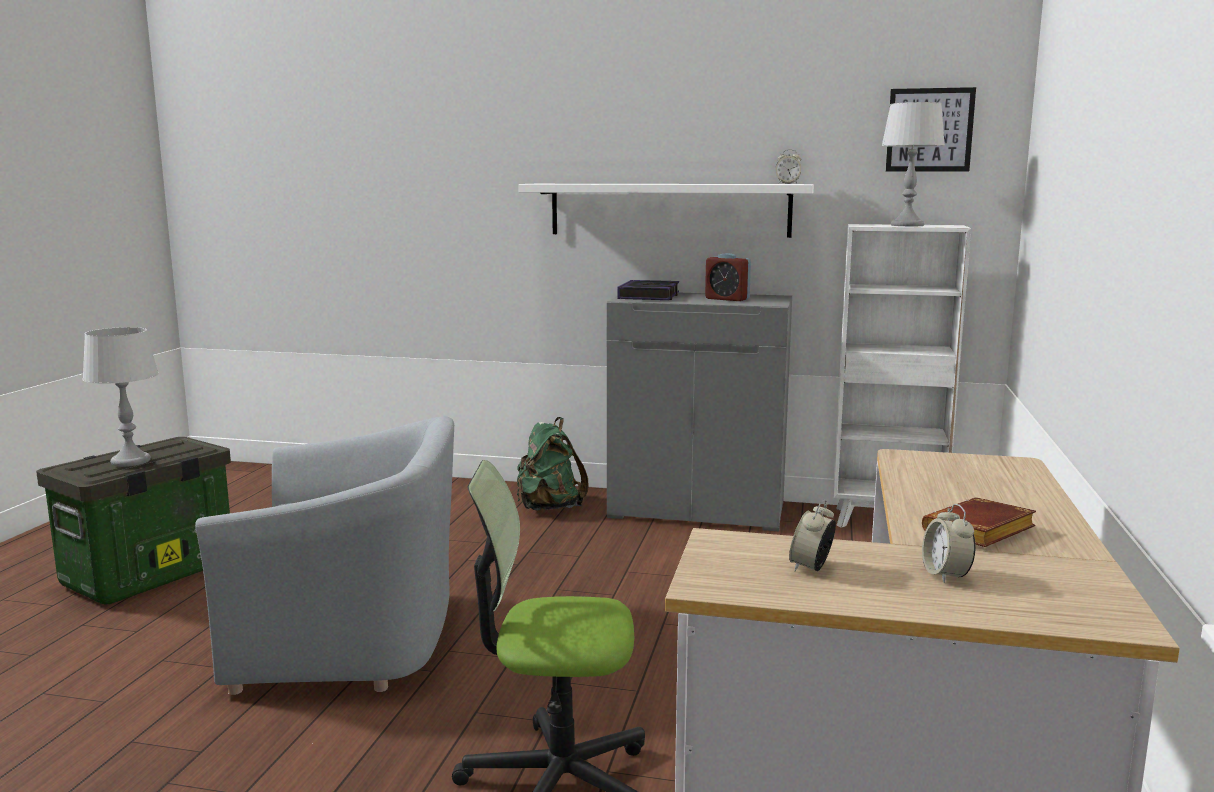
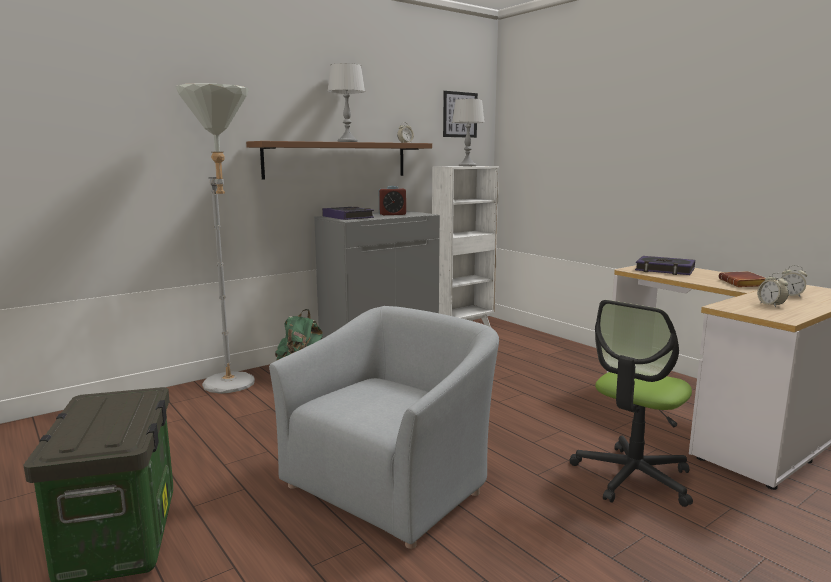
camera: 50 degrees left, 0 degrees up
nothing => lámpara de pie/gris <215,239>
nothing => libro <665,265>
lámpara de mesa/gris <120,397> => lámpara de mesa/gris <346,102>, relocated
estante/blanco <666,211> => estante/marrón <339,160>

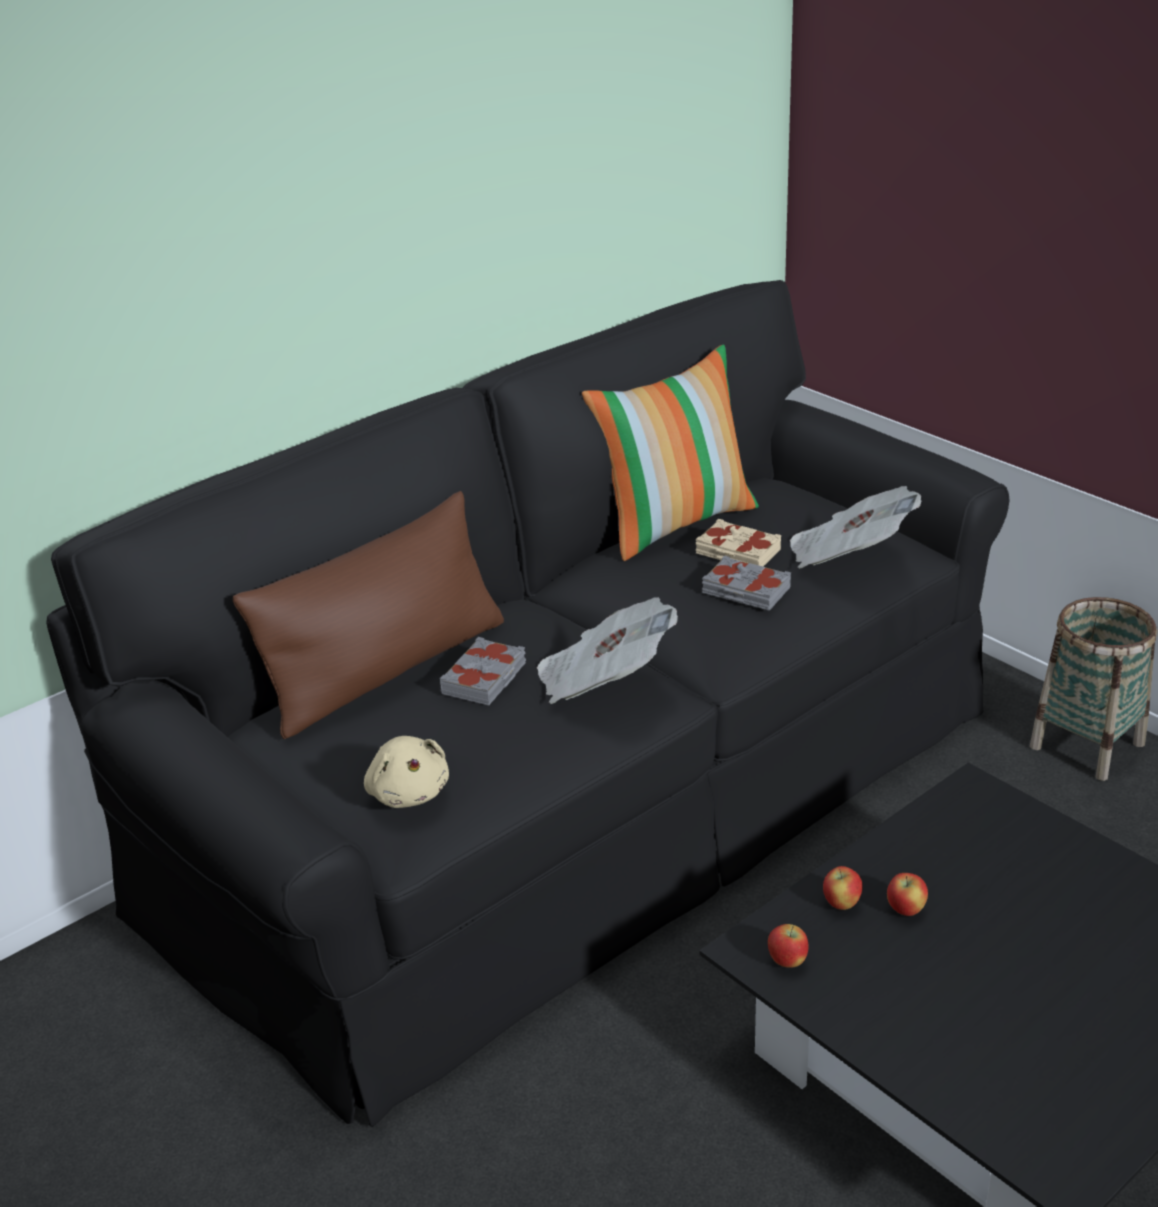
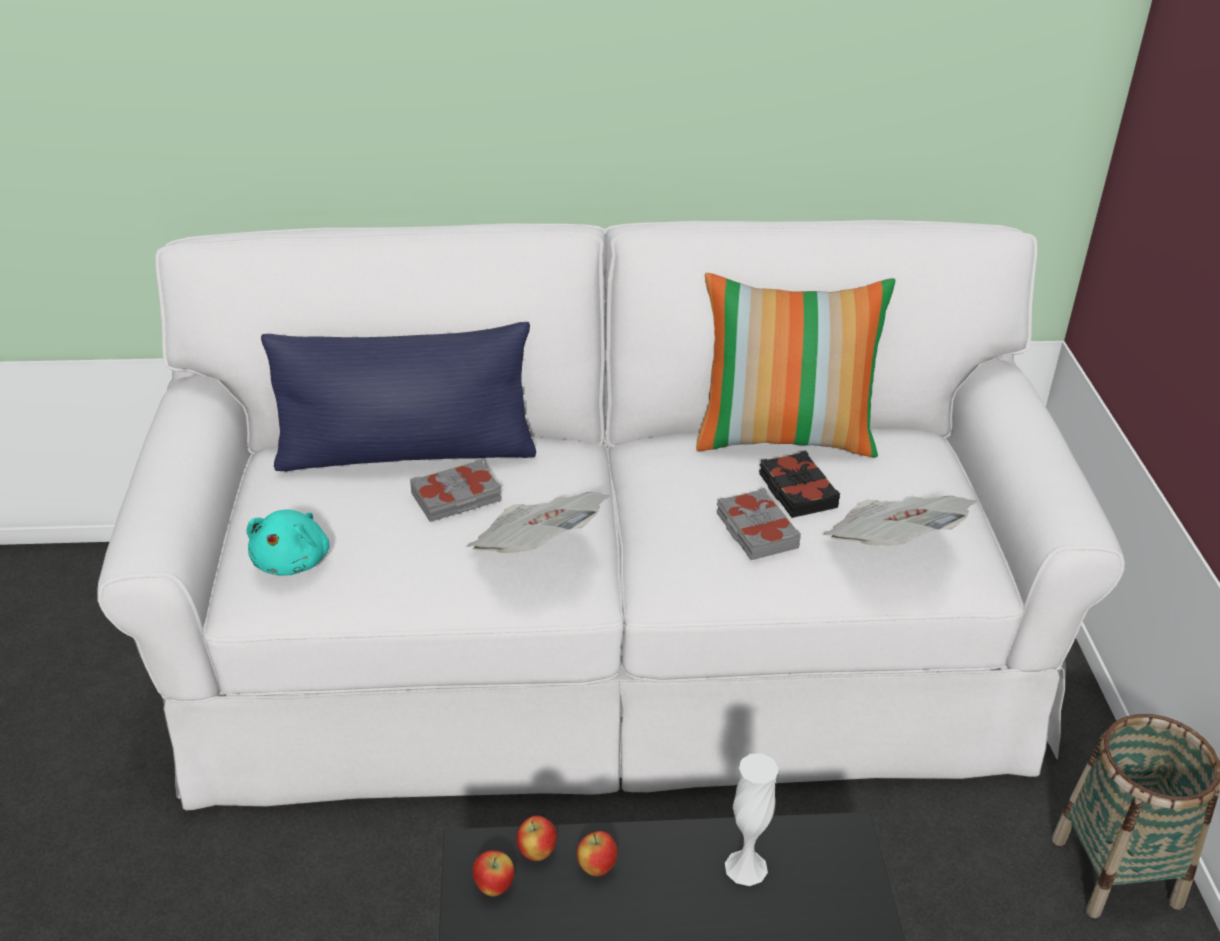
camera: 35 degrees right, 5 degrees up
nothing => florero/blanco <752,820>
manzana <907,894> => manzana <536,838>, relocated
sofá/negro <528,703> => sofá/blanco <611,515>
cojín/marrón <368,615> => cojín/azul <398,396>
peluche/beis <406,772> => peluche/turquesa <288,542>
libro/beis <738,542> => libro/negro <799,484>

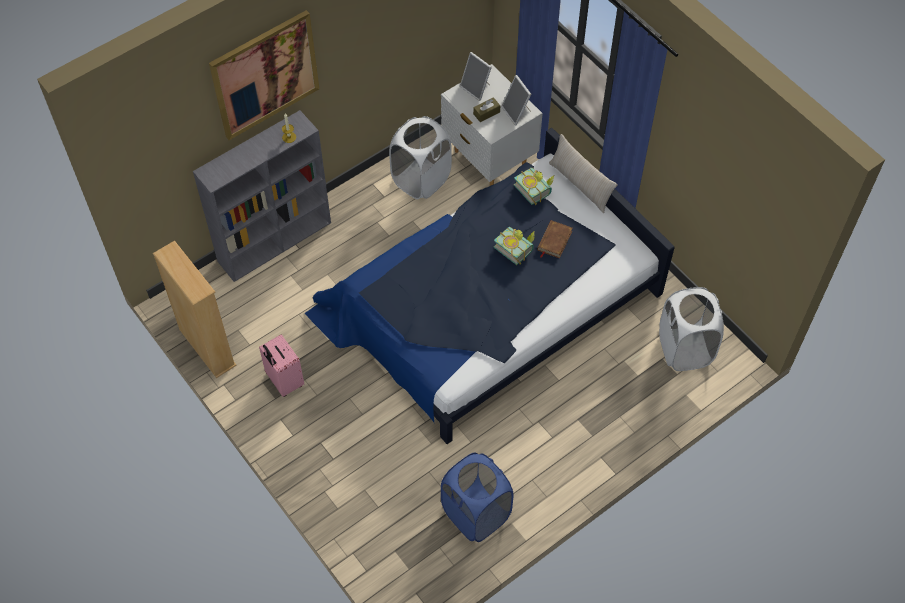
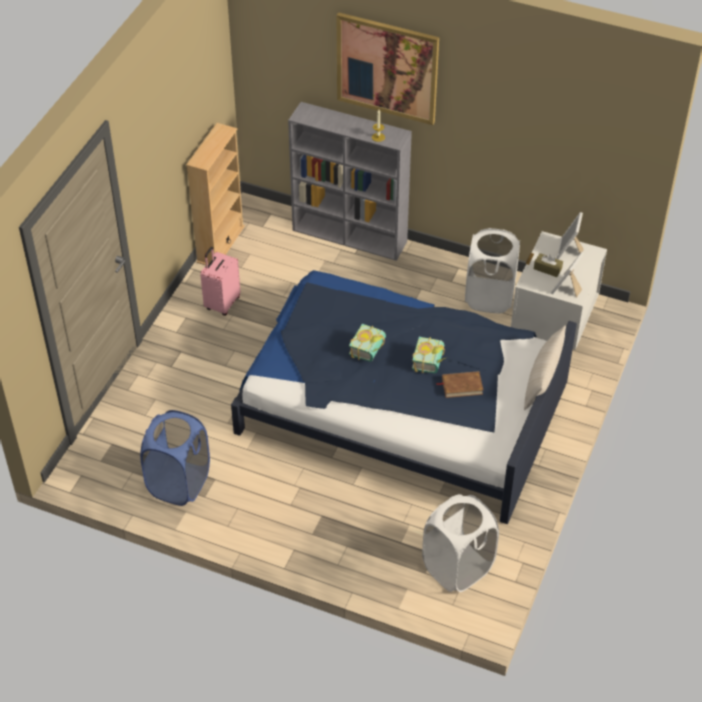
camera: 60 degrees right, 10 degrees down
libro <534,186> => libro <367,343>, relocated

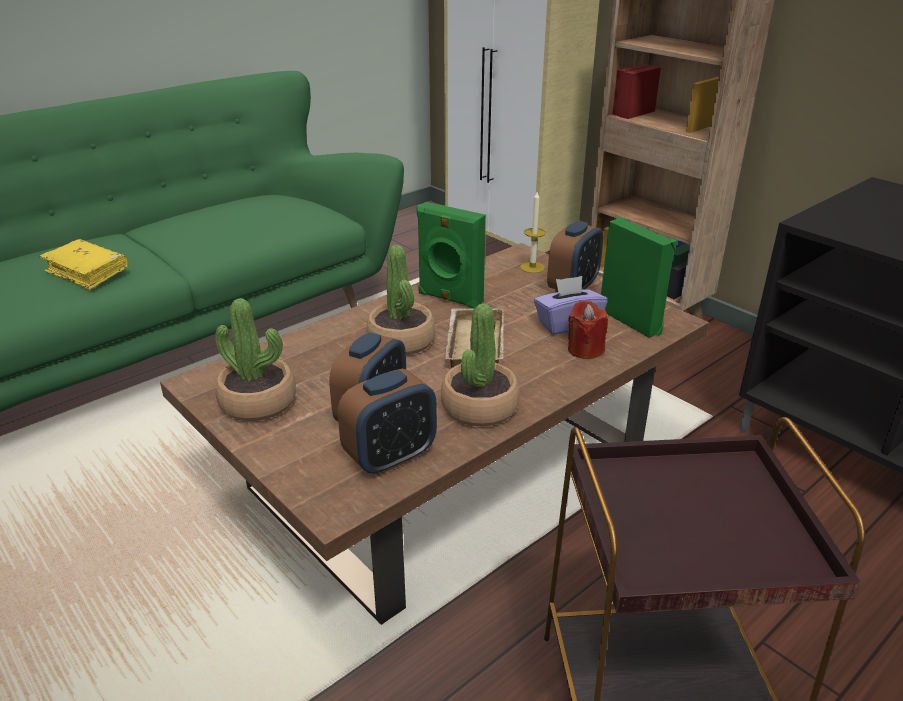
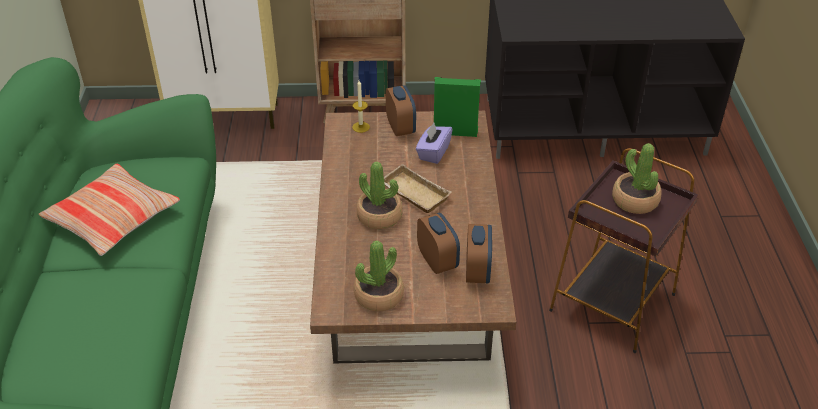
camera: 50 degrees left, 10 degrees up
libro/amarillo <84,264> => nothing
altavoz/verde <451,255> => nothing
vela/rojo <588,330> => nothing
nothing => cojín <109,210>
planta en maceta <480,365> => planta en maceta <637,178>, relocated

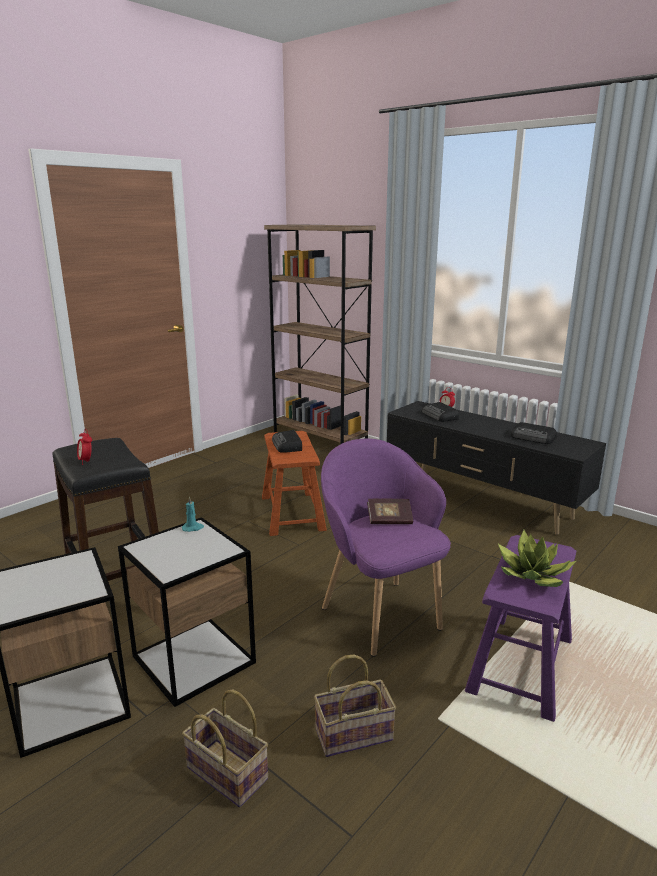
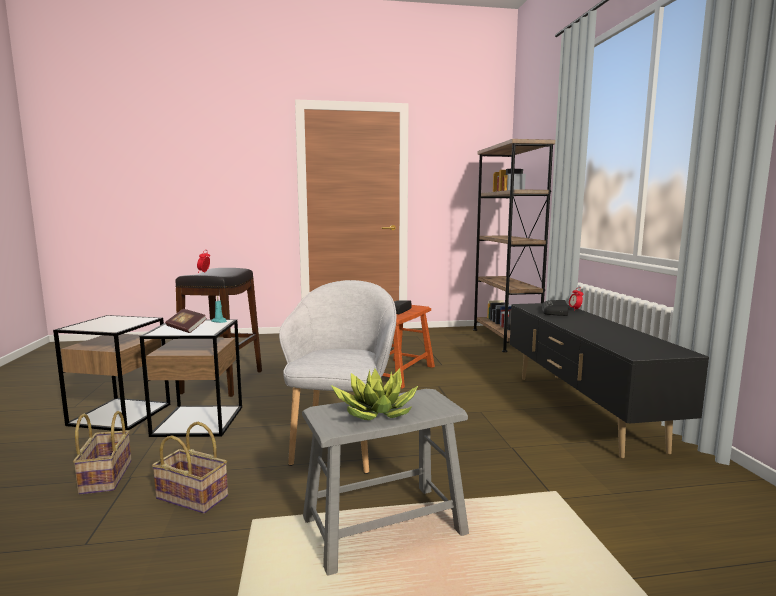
camera: 40 degrees right, 10 degrees down
radio <533,433> => nothing
libro <390,511> => libro <186,321>, relocated
sillón/morado <386,548> => sillón/gris <338,377>
taburete/morado <520,628> => taburete/gris <385,482>

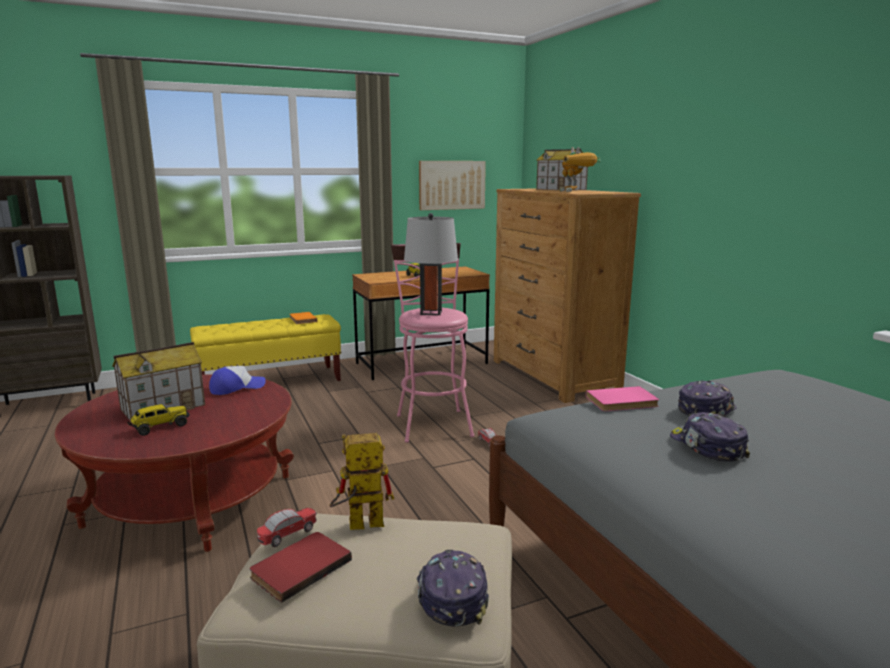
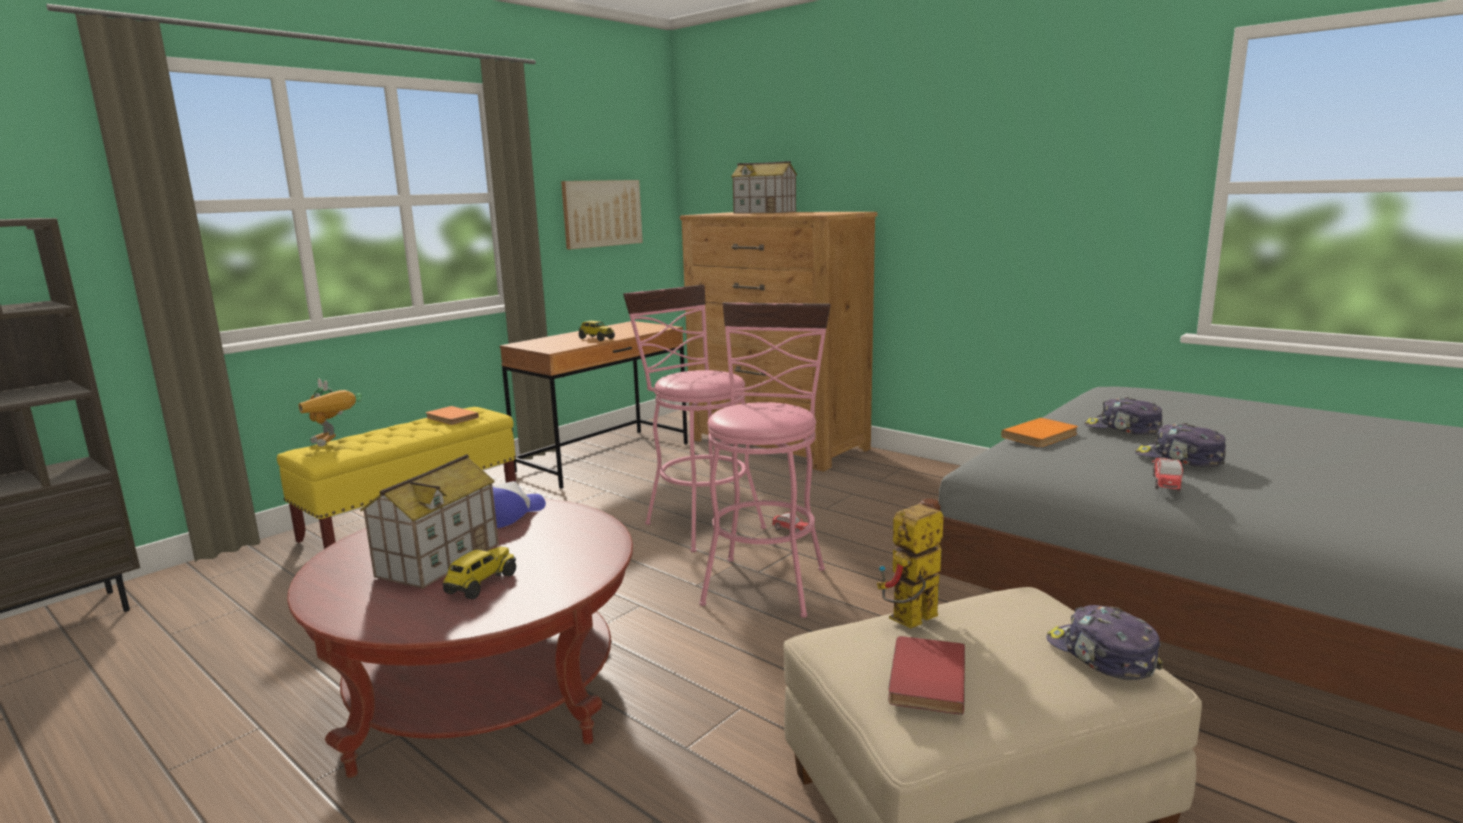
camera: 25 degrees left, 0 degrees up
lámpara de mesa/gris <431,264> => nothing
nothing => taburete/rosa <765,460>
coche de juguete <287,527> => coche de juguete <1167,474>, relocated
robot de juguete <580,169> => robot de juguete <330,413>, relocated
libro/rosa <622,398> => libro/naranja <1040,432>
gorra <707,398> => gorra <1123,416>, 75 degrees counterclockwise

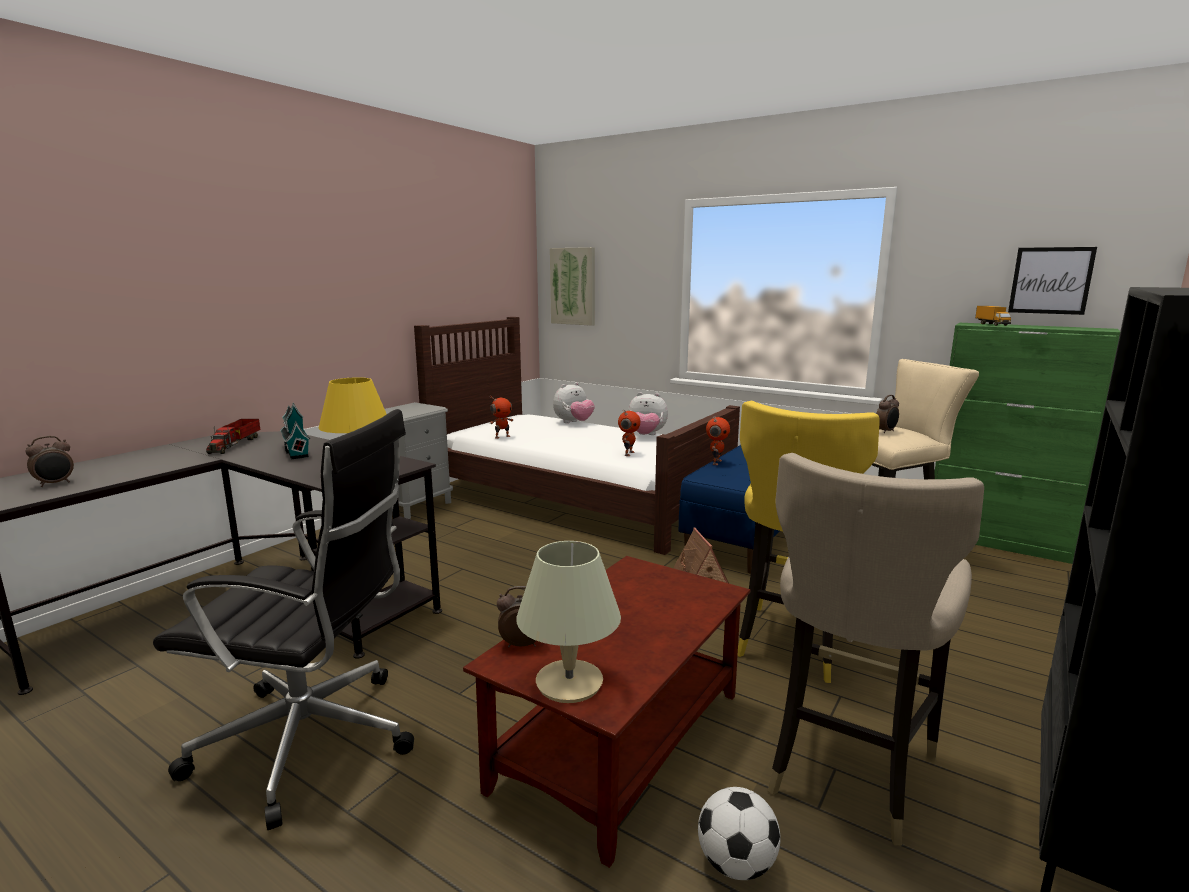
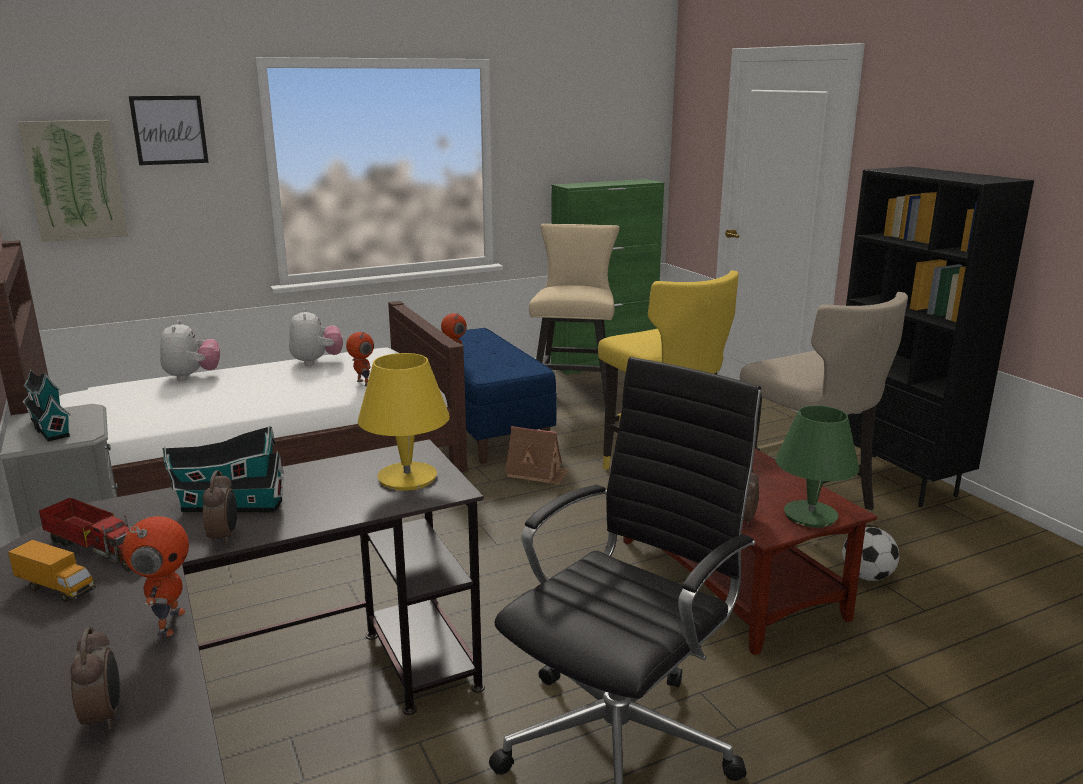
camera: 60 degrees left, 5 degrees up
nothing => casita <46,405>
robot de juguete <501,417> => robot de juguete <155,576>, relocated
despertador <887,414> => despertador <220,507>, relocated
camión de juguete <993,316> => camión de juguete <52,571>, relocated
cuadro <1052,281> => cuadro <169,130>, relocated
lámpara de mesa/beis <568,622> => lámpara de mesa/verde <817,467>
peluche <648,413> => peluche <316,337>, 60 degrees counterclockwise

